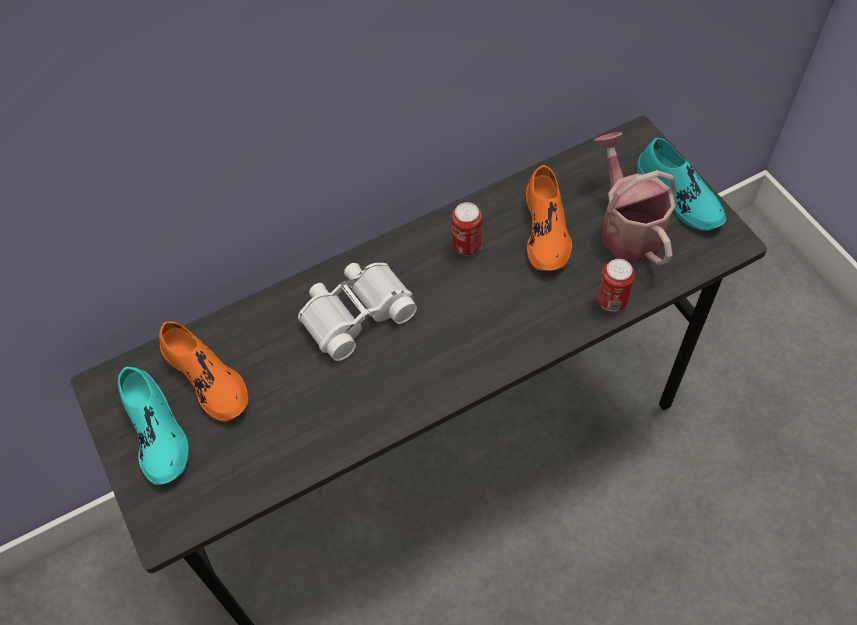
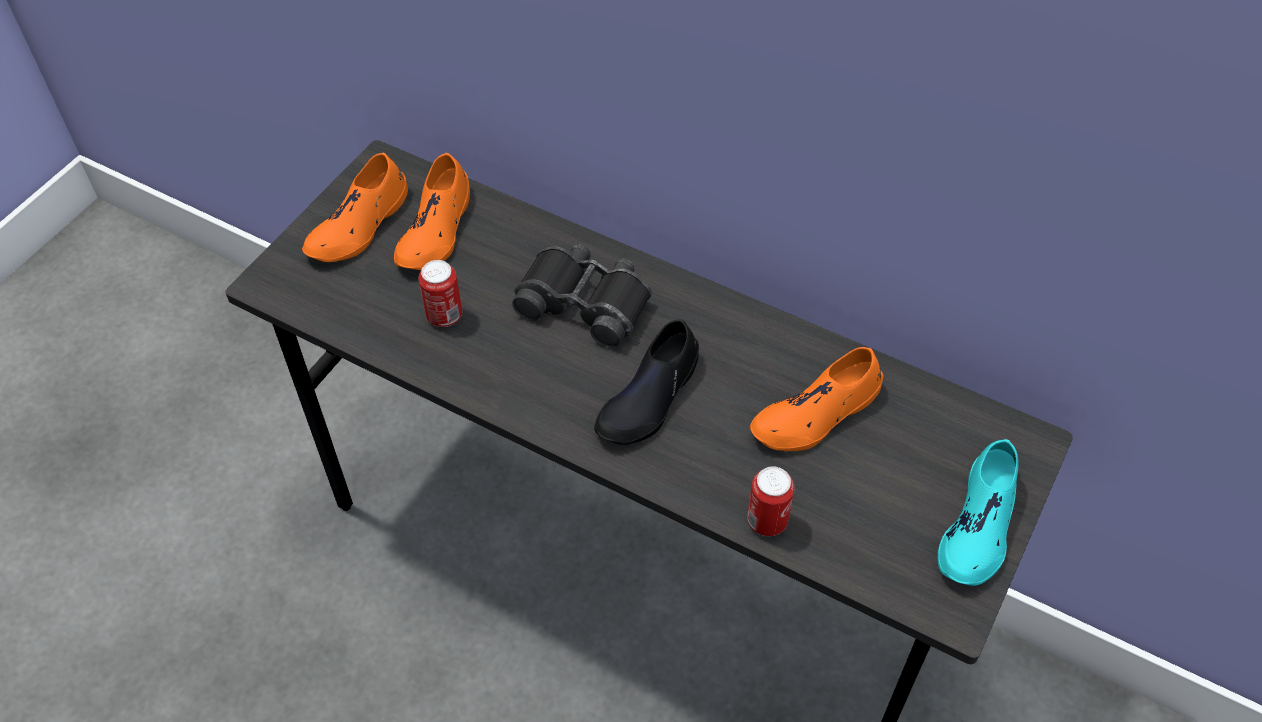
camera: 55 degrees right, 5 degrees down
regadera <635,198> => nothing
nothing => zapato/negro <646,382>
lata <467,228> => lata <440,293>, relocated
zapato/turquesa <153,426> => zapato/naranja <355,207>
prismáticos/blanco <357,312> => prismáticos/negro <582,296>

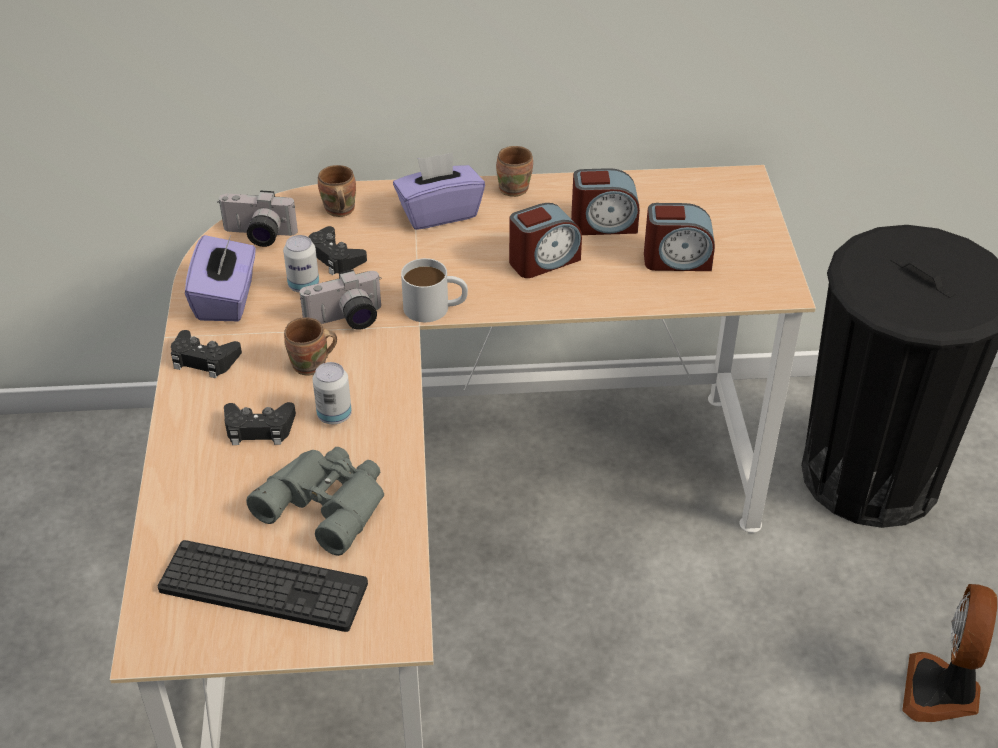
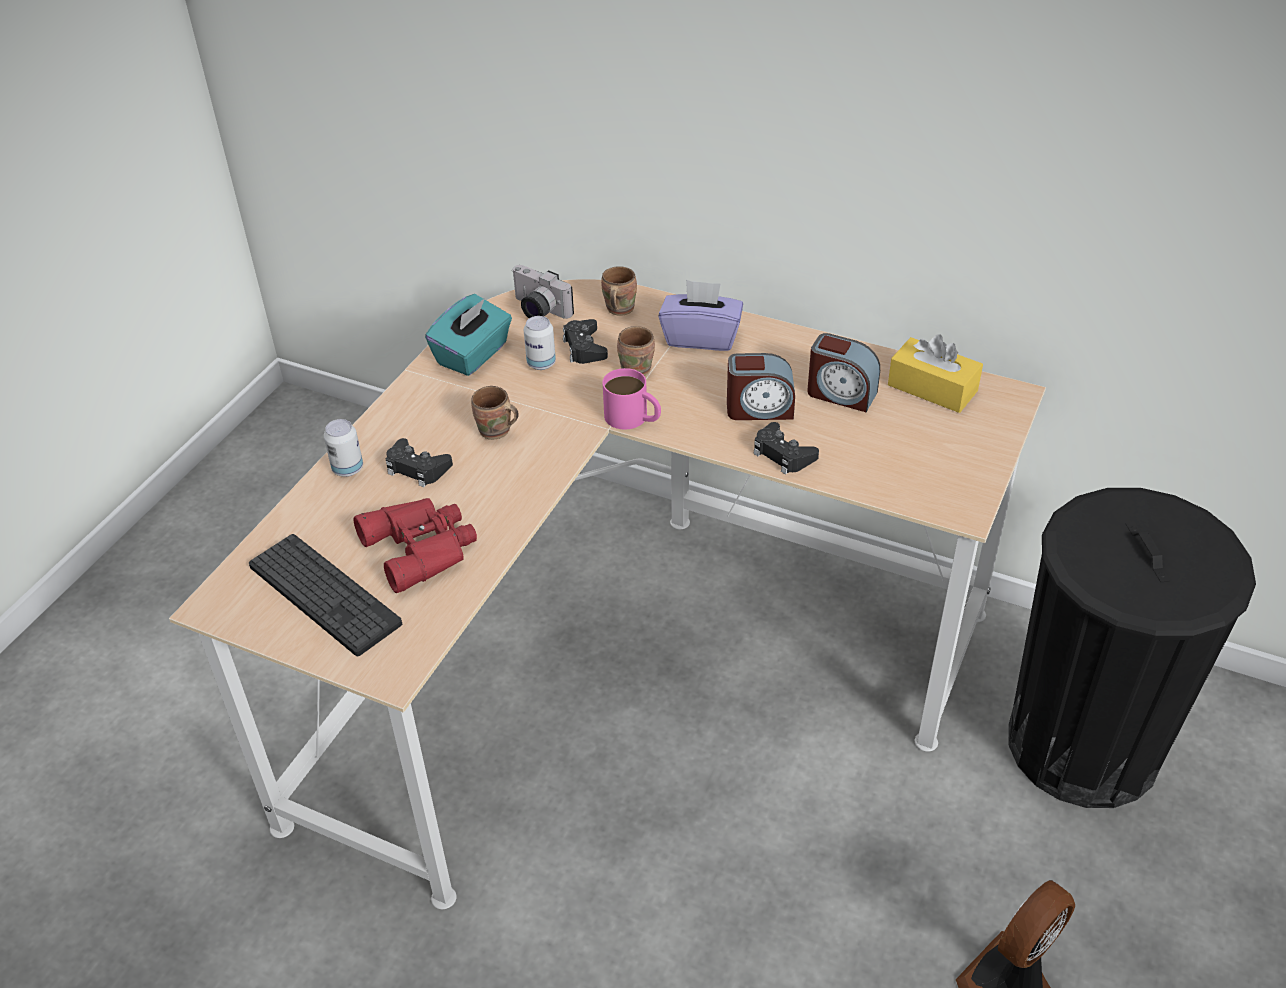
camera: 30 degrees right, 0 degrees up
cámara <340,299> => nothing
despertador <679,237> => nothing
nothing => caja de pañuelos/amarillo <935,374>
mando de consola/negro <206,354> => mando de consola/negro <786,448>, relocated
lata <332,393> => lata <343,448>, relocated
taza grande/marrón <514,171> => taza grande/marrón <636,351>, relocated
caja de pañuelos/morado <220,277> => caja de pañuelos/turquesa <468,335>
prismáticos/gris <315,501> => prismáticos/rojo <415,545>
taza grande/blanco <434,290> => taza grande/rosa <632,398>

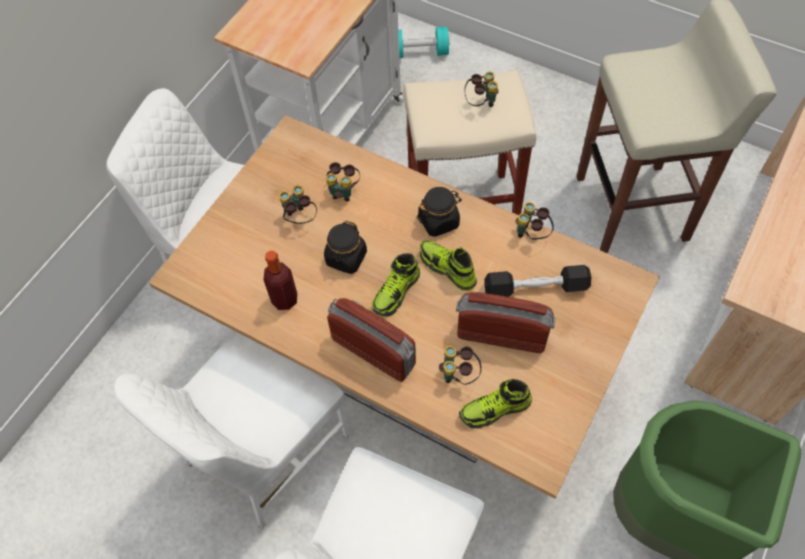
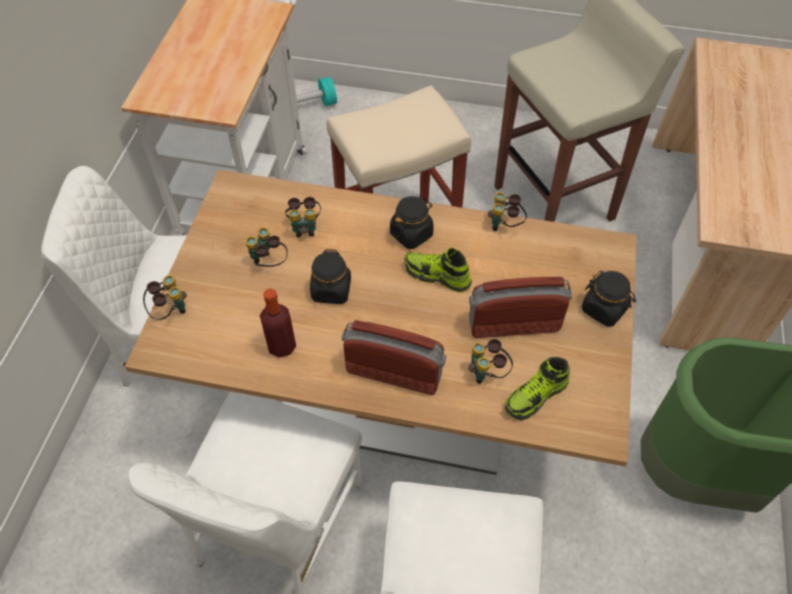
camera: 20 degrees left, 5 degrees down
zapato <396,285> => nothing
mancuerna/negro <538,281> => nothing
nothing => tarro/negro <609,299>
prismáticos <481,89> => prismáticos <165,297>, relocated

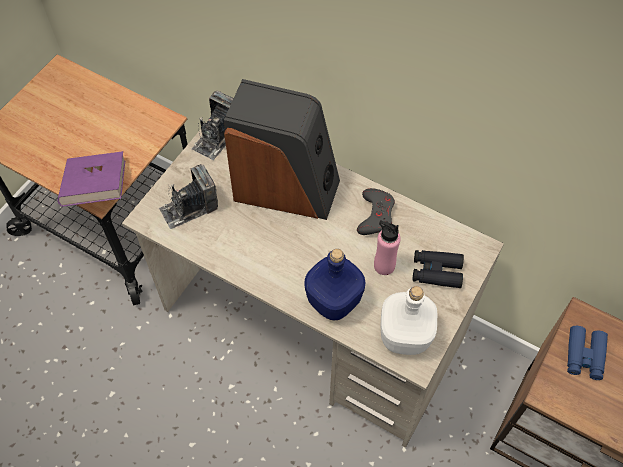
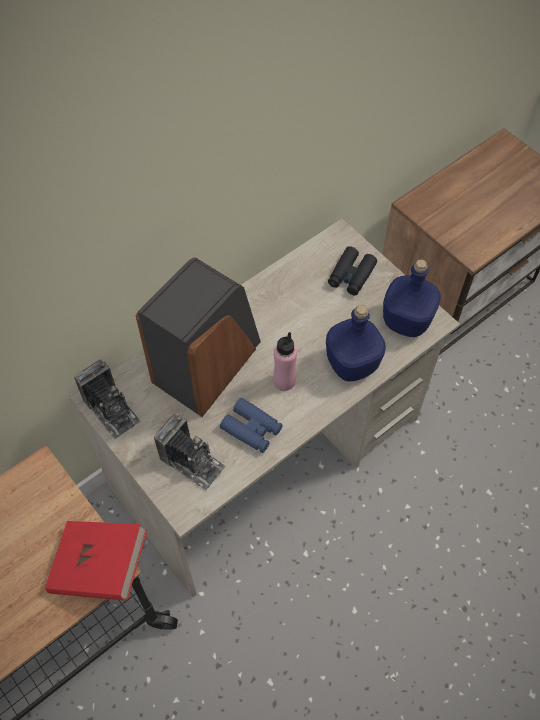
camera: 70 degrees left, 0 degrees up
mando de consola/gris <376,211> => nothing
botella/rosa <387,248> => botella/rosa <285,361>, relocated
prismáticos/azul <587,353> => prismáticos/azul <251,425>, relocated
libro/morado <91,179> => libro/rojo <96,560>
botella/blanco <409,320> => botella/azul <412,298>
cámara <188,196> => cámara <190,452>, 45 degrees counterclockwise

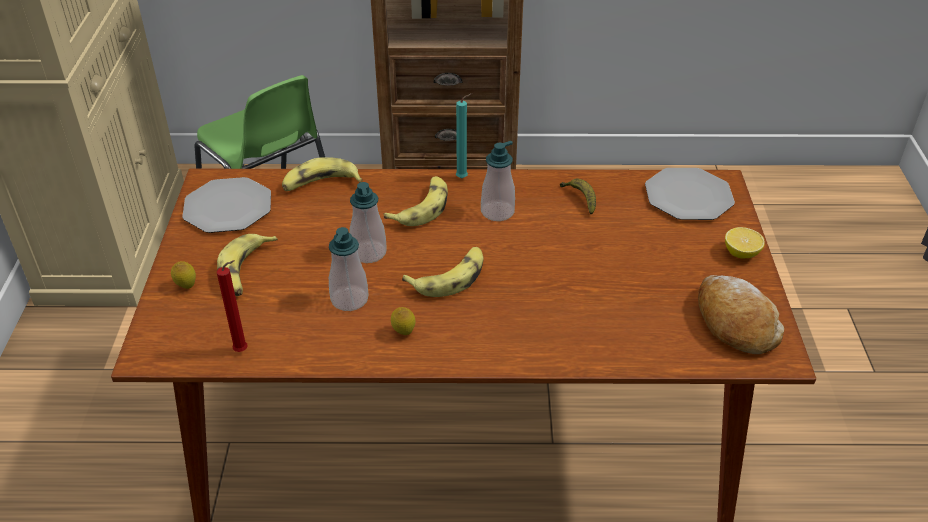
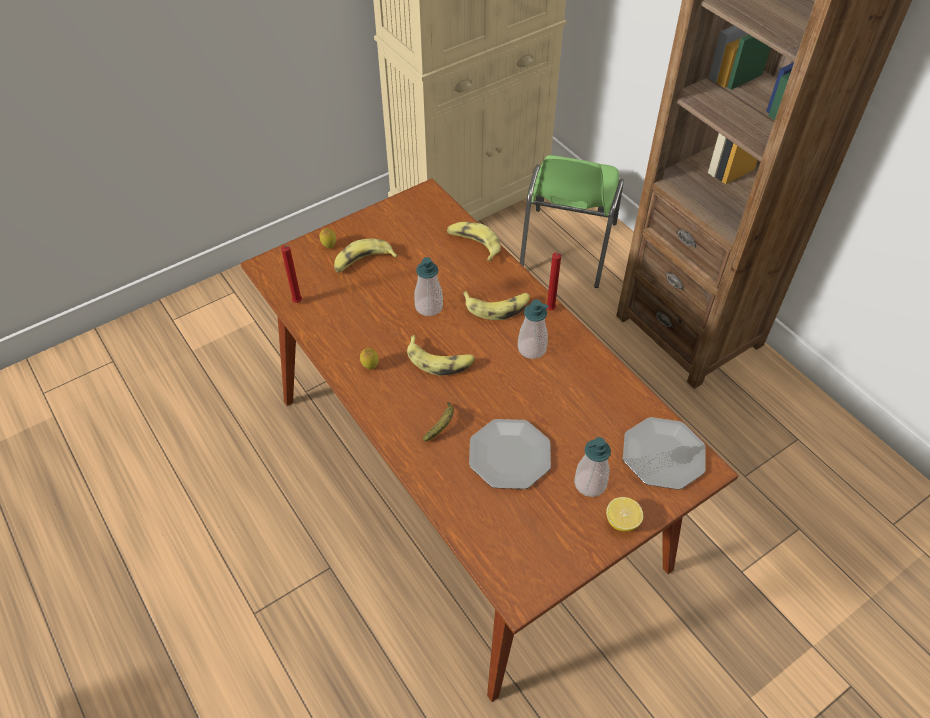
camera: 55 degrees right, 10 degrees up
pan <741,314> => nothing
plato <226,205> => plato <510,454>, relocated
dispensador de jabón <348,269> => dispensador de jabón <592,467>, relocated
plátano <578,196> => plátano <438,421>, relocated
vela/turquesa <464,135> => vela/rojo <555,281>

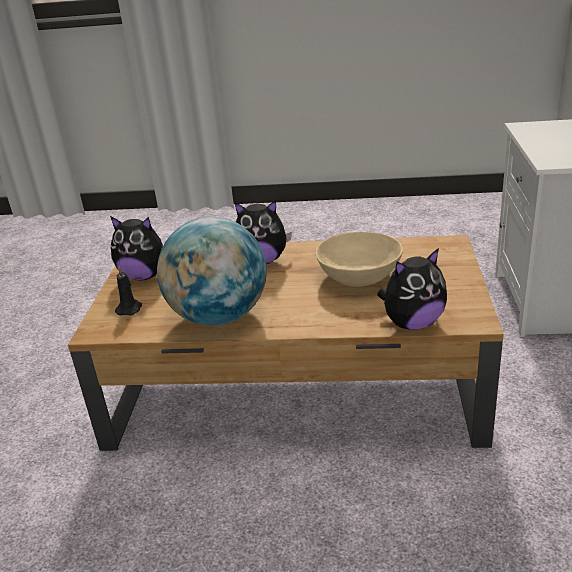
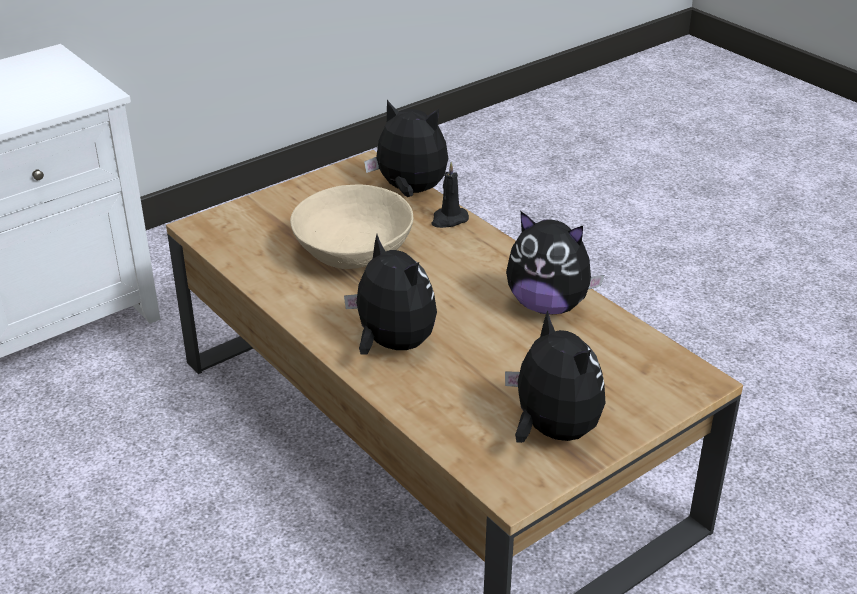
camera: 135 degrees left, 5 degrees up
vela/negro <128,291> => vela/negro <450,195>, relocated
globo terráqueo <212,271> => peluche <555,263>

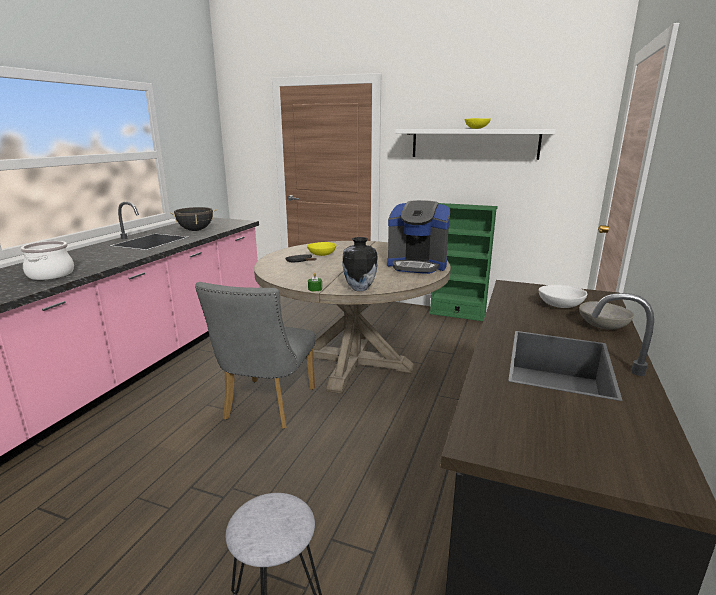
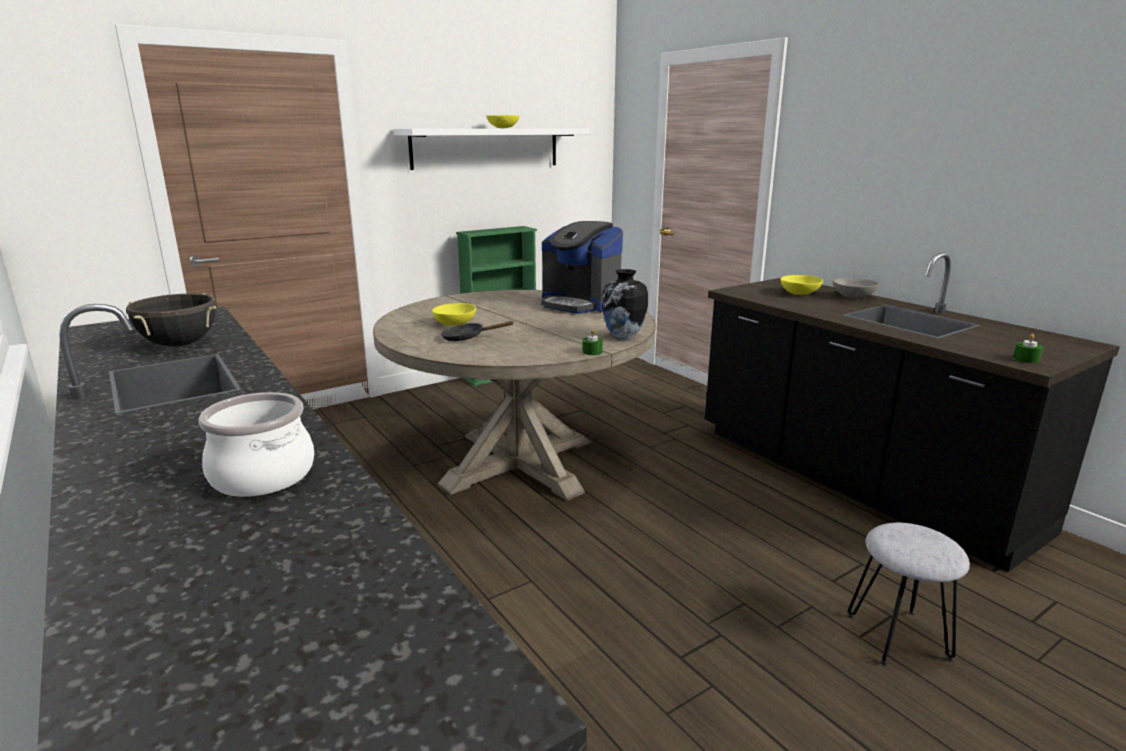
camera: 55 degrees left, 0 degrees up
silla/gris <255,355> => nothing
nothing => vela/verde <1028,348>
cuenco/blanco <563,296> => cuenco/amarillo <801,285>
cafetera <418,237> => cafetera <582,267>, 75 degrees clockwise

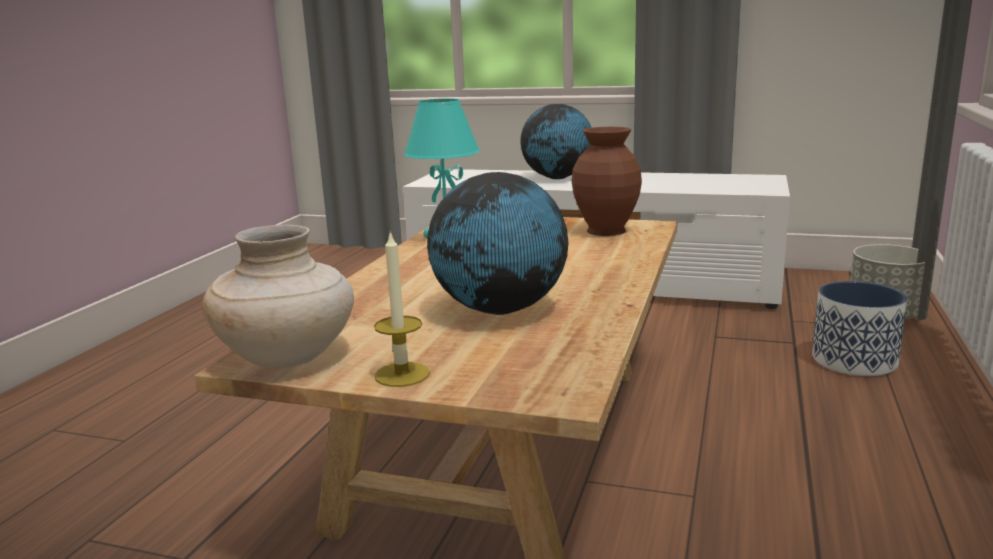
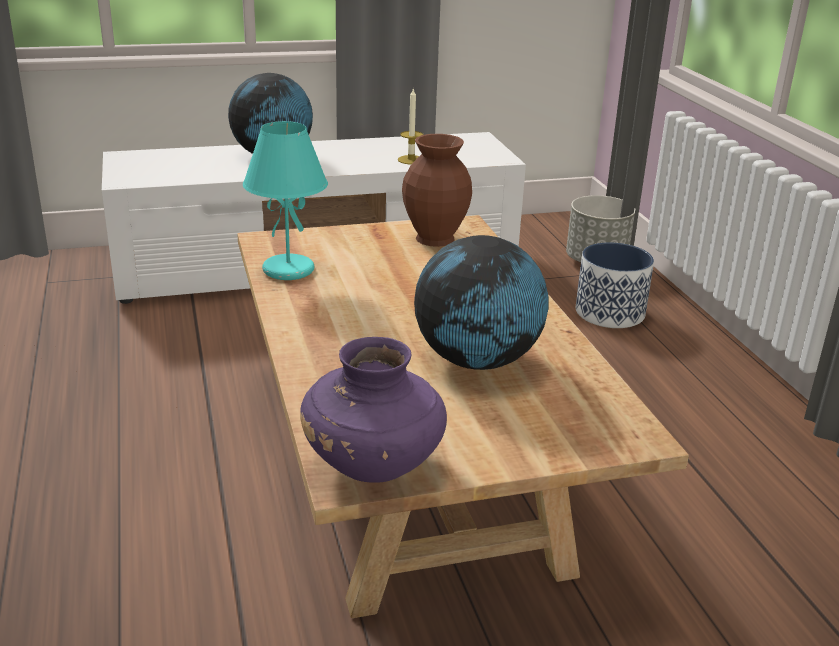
camera: 35 degrees left, 10 degrees up
vela <402,309> => vela <410,127>, relocated
florero/beis <278,296> => florero/morado <373,410>

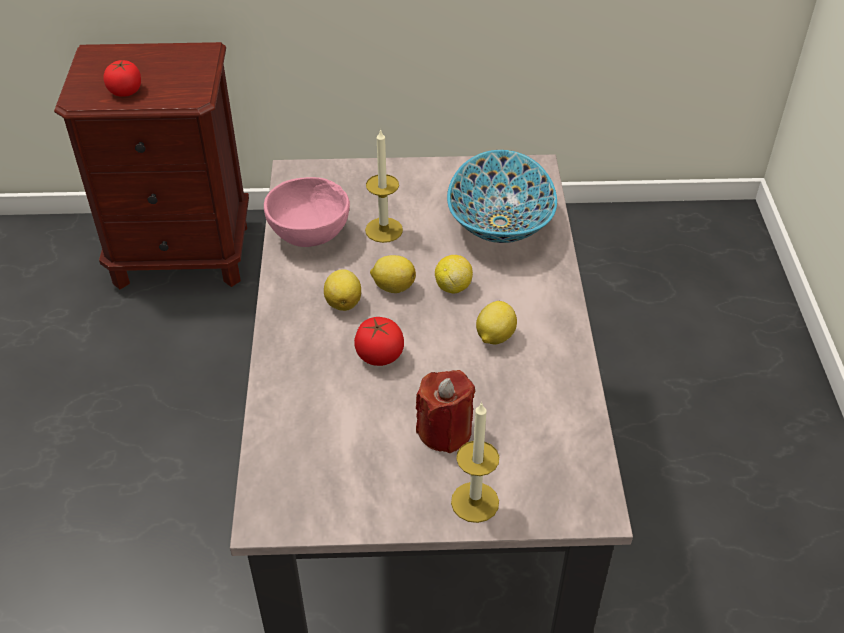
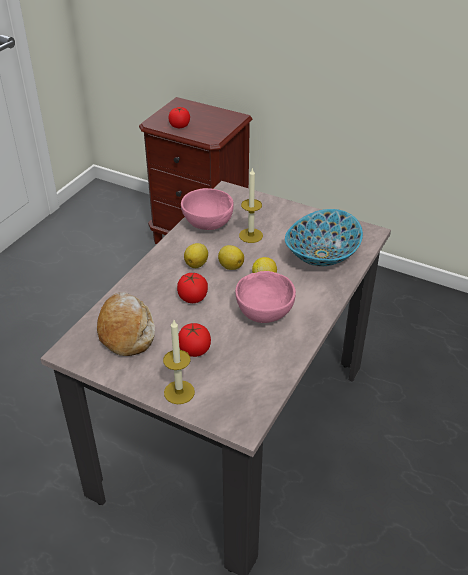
camera: 30 degrees right, 5 degrees down
nothing => pan <126,324>
vela/rojo <445,411> => tomate <195,340>
limón <496,323> => cuenco/rosa <265,297>

